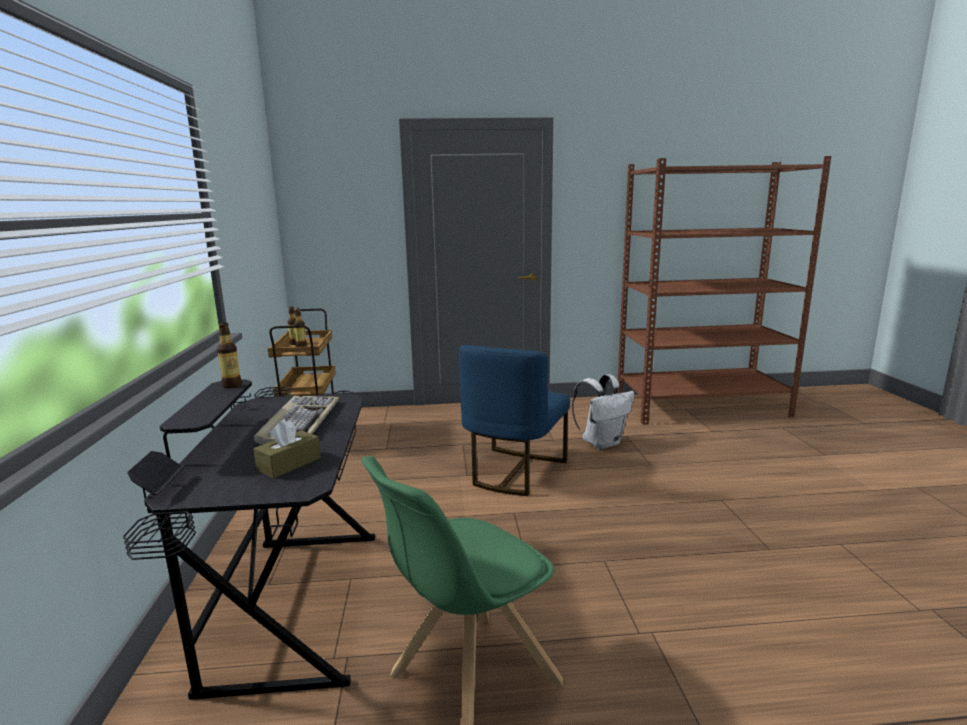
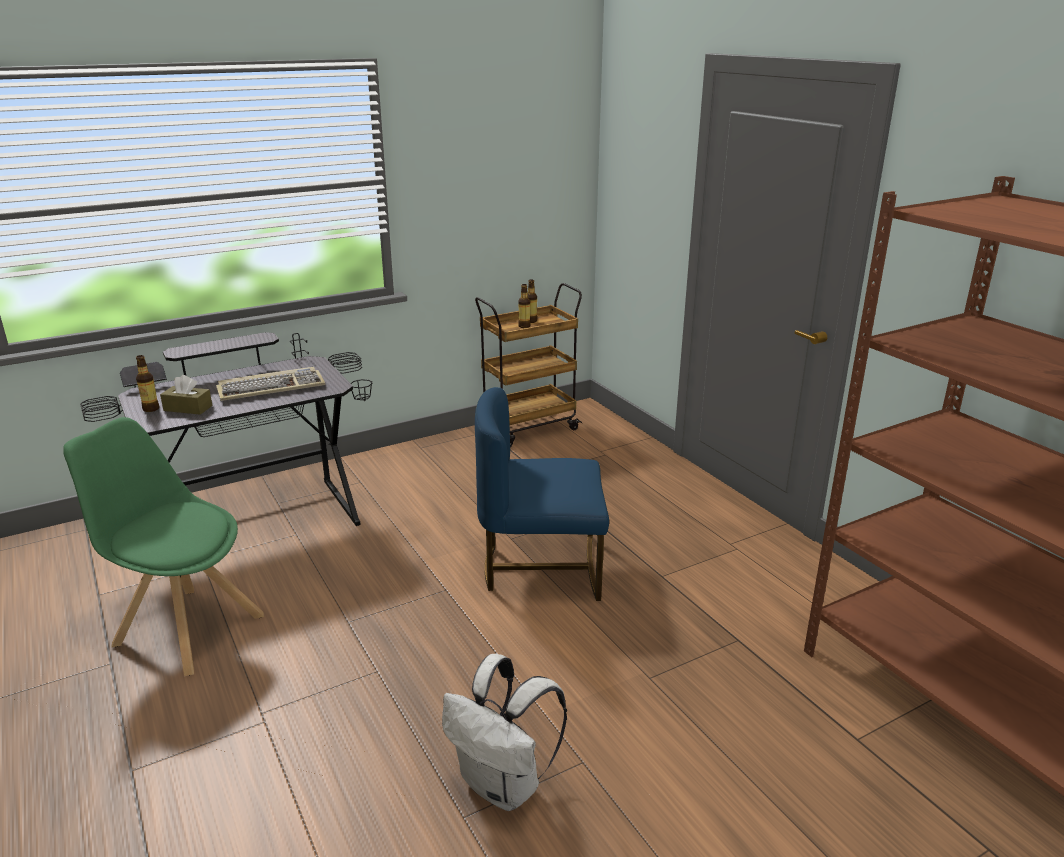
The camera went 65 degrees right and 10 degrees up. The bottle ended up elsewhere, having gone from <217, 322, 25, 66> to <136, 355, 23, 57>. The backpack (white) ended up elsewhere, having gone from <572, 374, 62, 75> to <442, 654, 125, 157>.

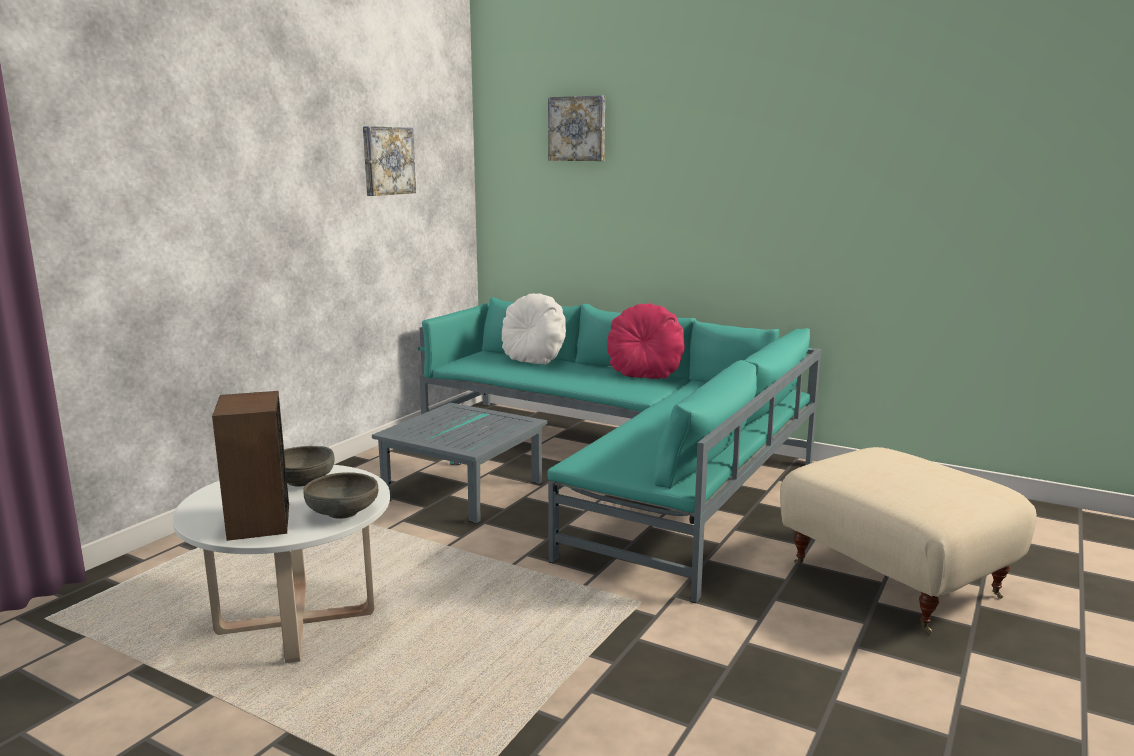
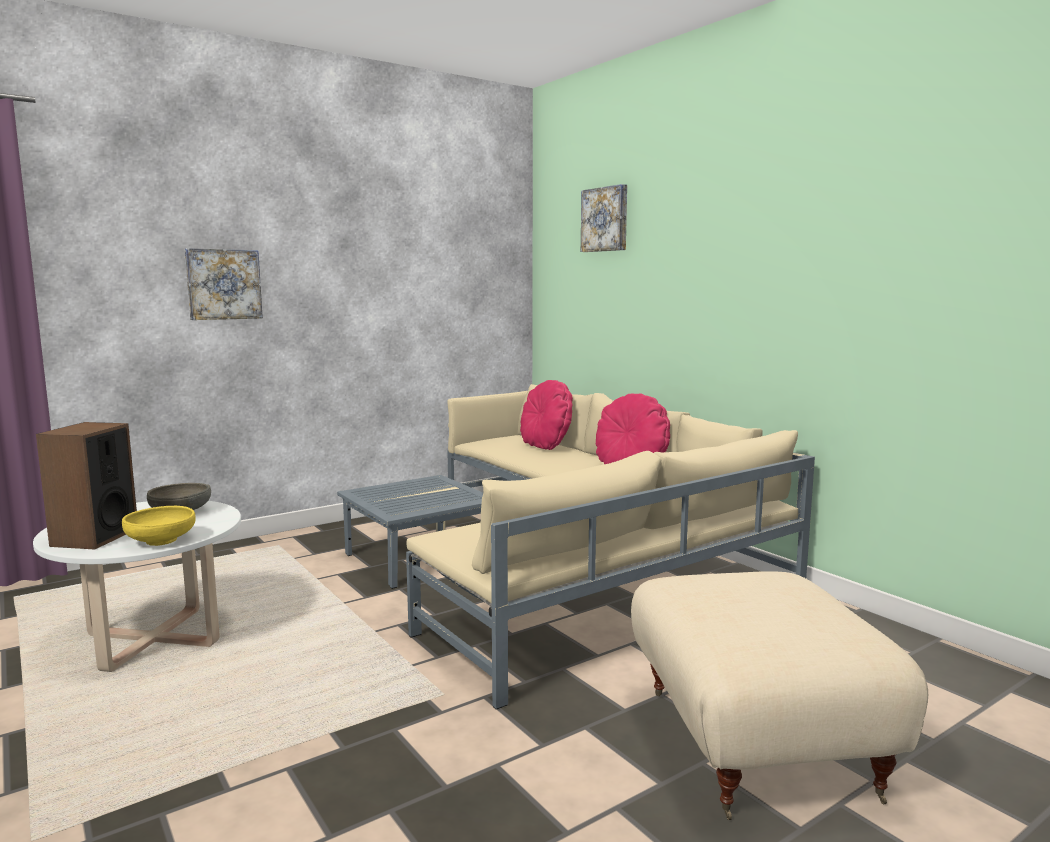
The camera went 25 degrees right and 5 degrees down. What was the bowl (grey) at <303, 472, 75, 47> turned into the bowl (yellow) at <122, 506, 73, 40>. The picture ended up elsewhere, having gone from <363, 126, 53, 70> to <185, 248, 78, 72>. What was the sofa (turquoise) at <372, 297, 449, 306> turned into the sofa (beige) at <337, 384, 478, 325>. What was the pillow (white) at <502, 293, 64, 71> turned into the pillow (pink) at <520, 380, 53, 70>.

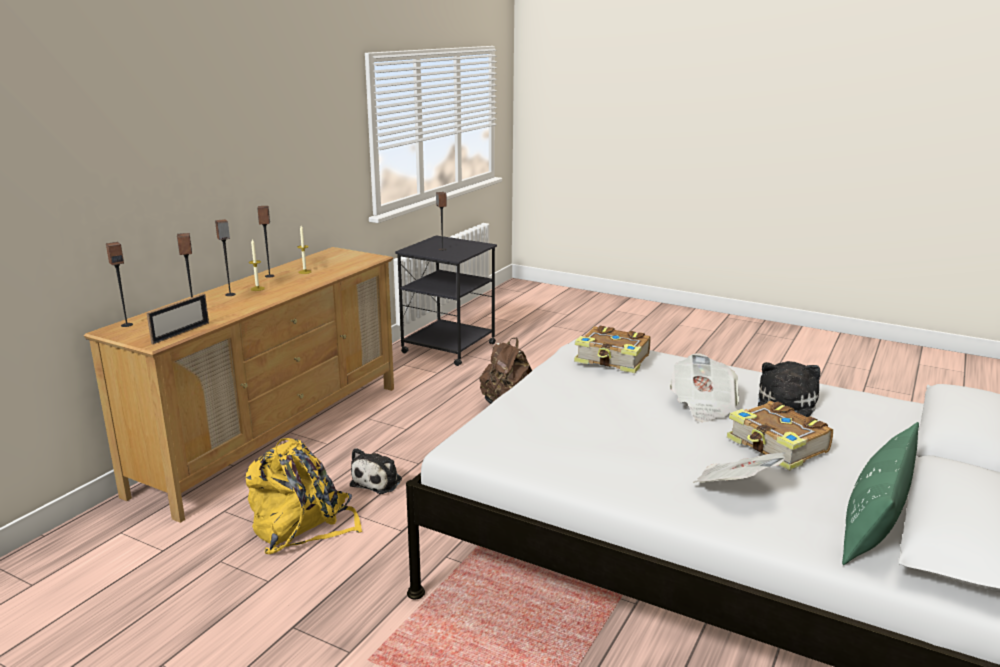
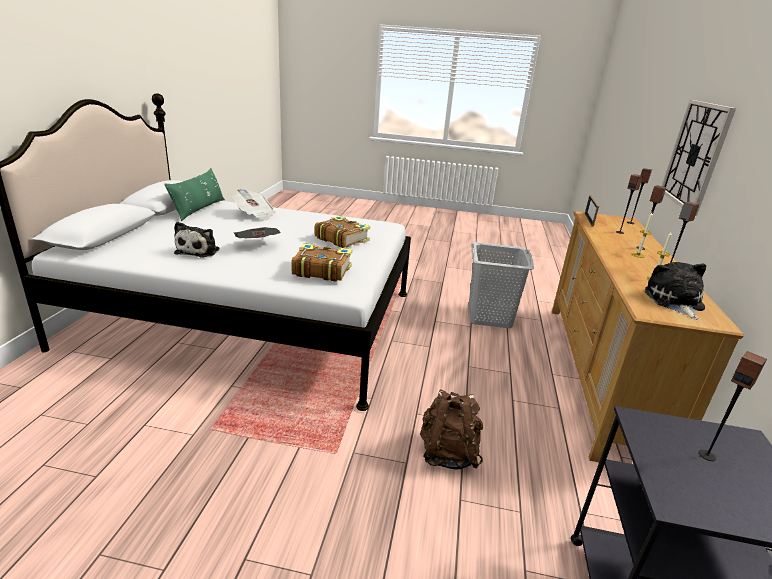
The camera went 160 degrees right and 5 degrees up. The book ended up elsewhere, having gone from <727, 401, 106, 70> to <314, 216, 56, 32>. Where the backpack (yellow) stood at <246, 438, 116, 116>, the laundry basket (grey) came to stand at <469, 242, 66, 86>. The plush toy ended up elsewhere, having gone from <350, 448, 52, 46> to <645, 262, 61, 58>. The second view gained the wall clock at <662, 100, 74, 116>.

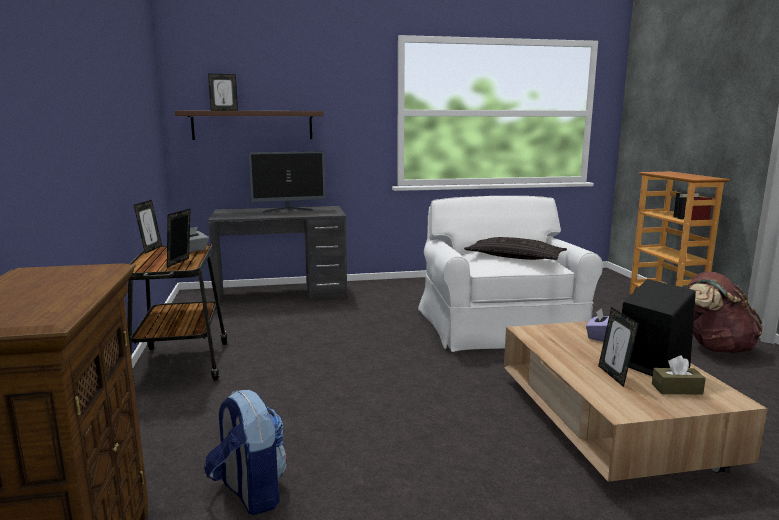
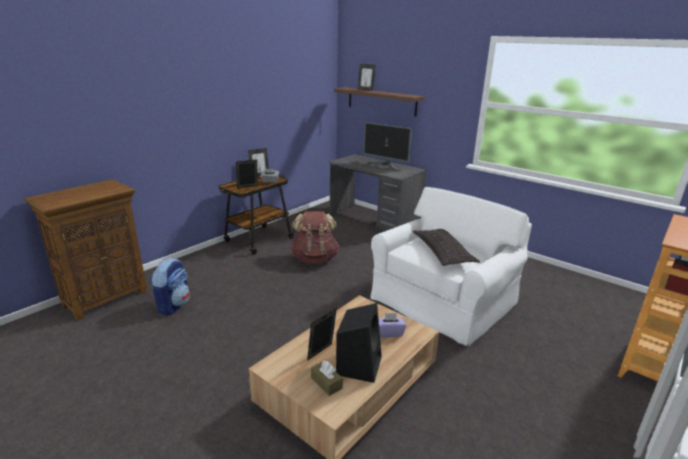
The camera went 50 degrees right and 10 degrees up. The backpack (brown) ended up elsewhere, having gone from <687, 271, 76, 82> to <290, 211, 49, 53>.

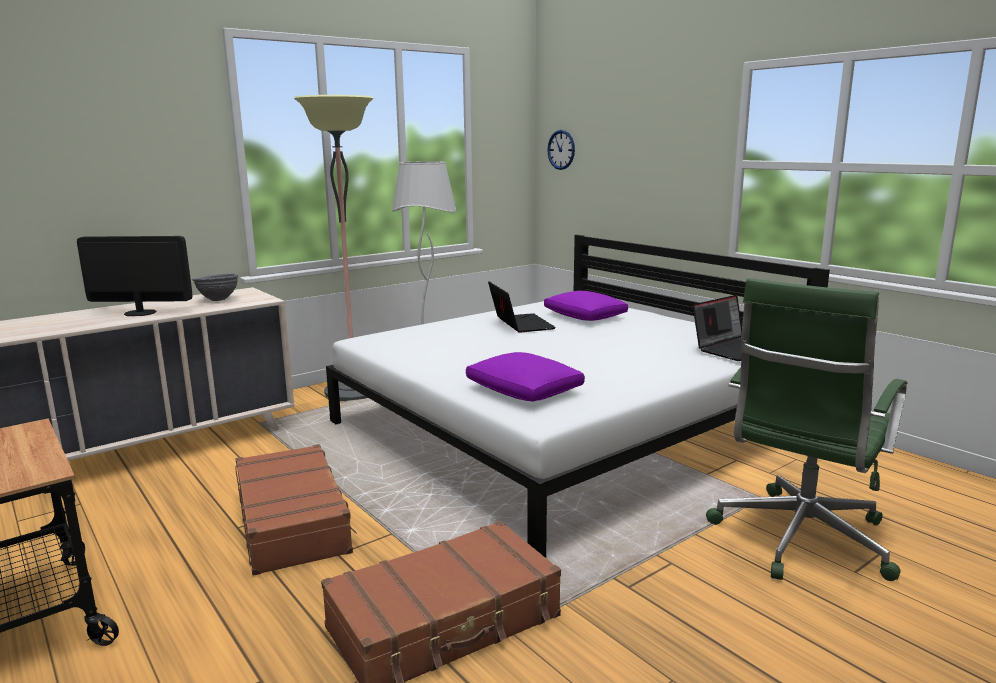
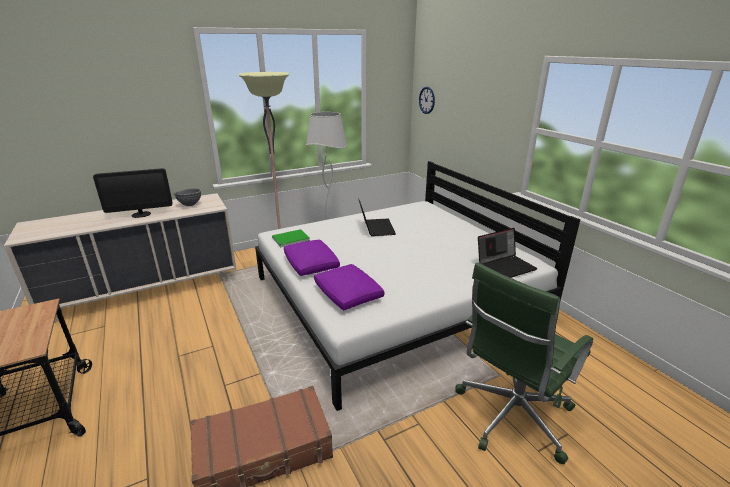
The camera went 10 degrees right and 10 degrees up. The monitor at <77, 236, 115, 80> ended up facing another way, 150 degrees clockwise from before. The second view gained the book (green) at <272, 229, 38, 18>. The pillow (purple) ended up elsewhere, having gone from <544, 291, 84, 30> to <284, 239, 56, 37>. The second view lost the suitcase (brown) at <236, 444, 121, 132>.

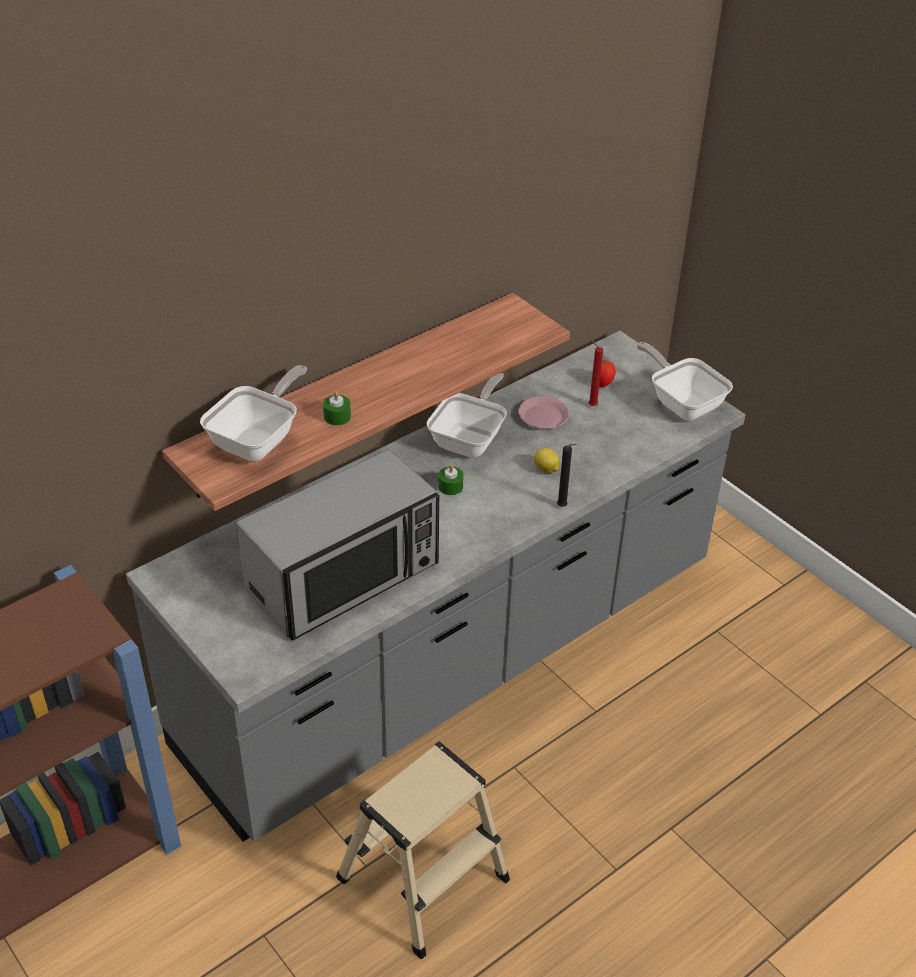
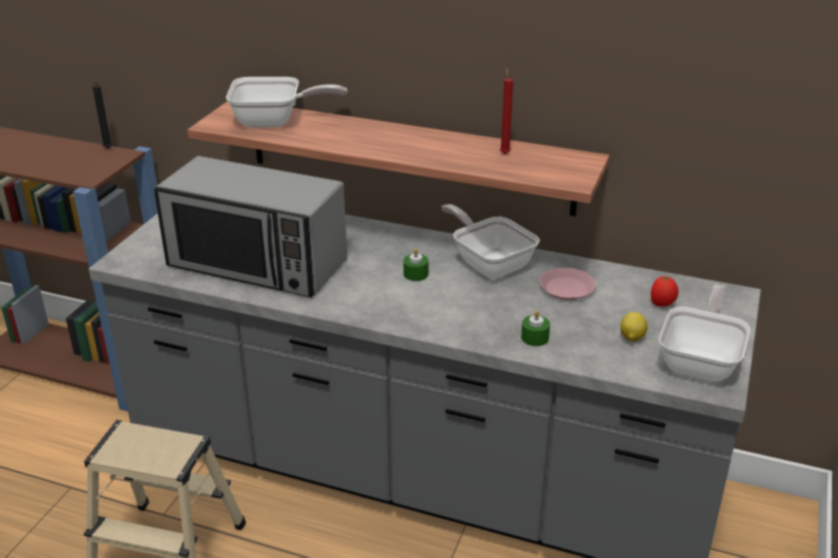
The camera went 60 degrees right and 10 degrees down. The candle (black) ended up elsewhere, having gone from <557, 444, 20, 63> to <93, 82, 19, 66>. The frying pan at <427, 373, 80, 85> ended up facing another way, 120 degrees counterclockwise from before. The candle (red) ended up elsewhere, having gone from <588, 341, 15, 65> to <500, 68, 13, 86>. The candle (green) ended up elsewhere, having gone from <323, 391, 28, 34> to <521, 310, 29, 36>. The lemon ended up elsewhere, having gone from <534, 448, 26, 25> to <620, 312, 28, 29>.

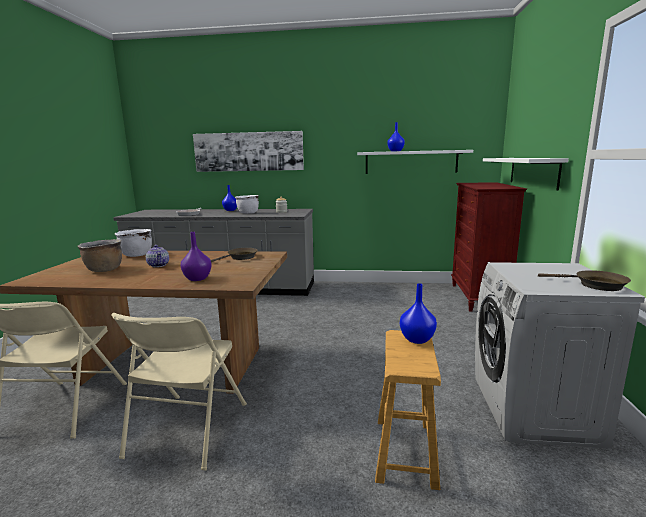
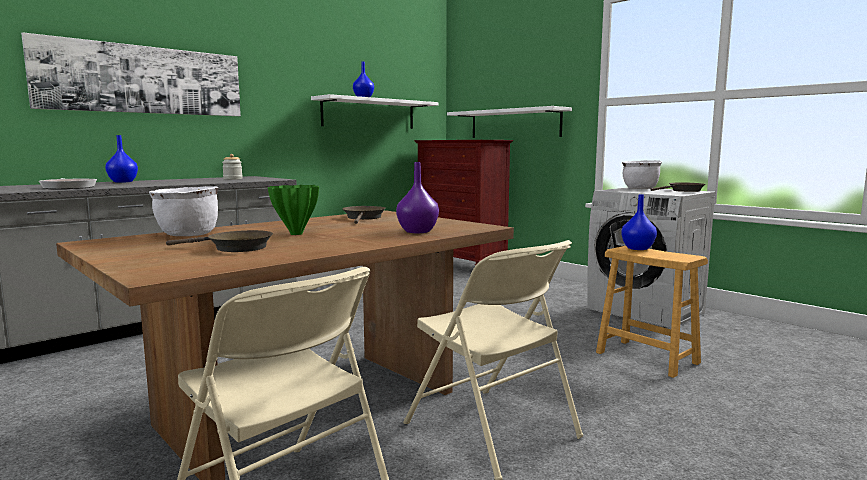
The camera went 50 degrees left and 5 degrees down. Where the cooking pot (brown) stood at <77, 239, 45, 33>, the frying pan (brown) came to stand at <166, 230, 107, 22>. Where the teapot stood at <146, 245, 23, 22>, the vase (green) came to stand at <268, 185, 51, 50>. The cooking pot (white) ended up elsewhere, having gone from <235, 195, 24, 19> to <622, 160, 40, 29>.

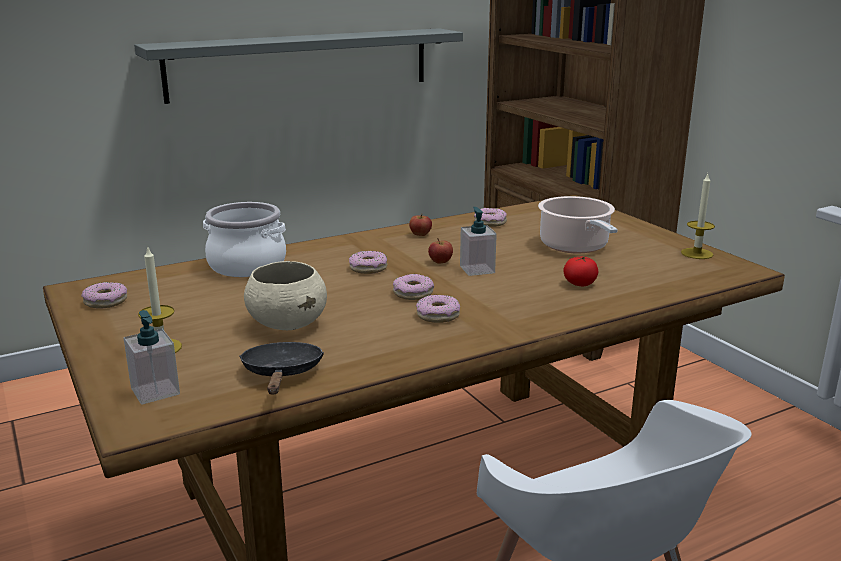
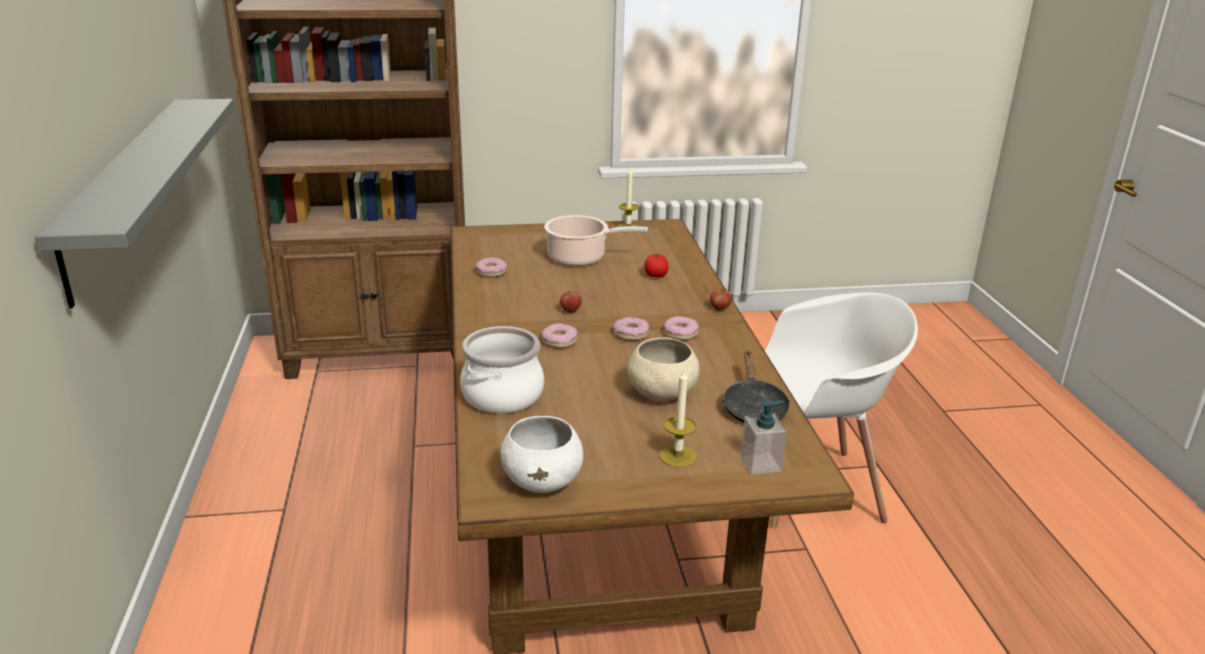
The camera went 70 degrees left and 5 degrees up. Where the donut stood at <81, 282, 46, 26>, the bowl (white) came to stand at <501, 416, 82, 77>. The apple ended up elsewhere, having gone from <409, 214, 23, 22> to <710, 288, 22, 22>. The frying pan (black) at <239, 342, 85, 53> ended up facing another way, 105 degrees counterclockwise from before. The second view lost the soap dispenser at <460, 207, 37, 69>.

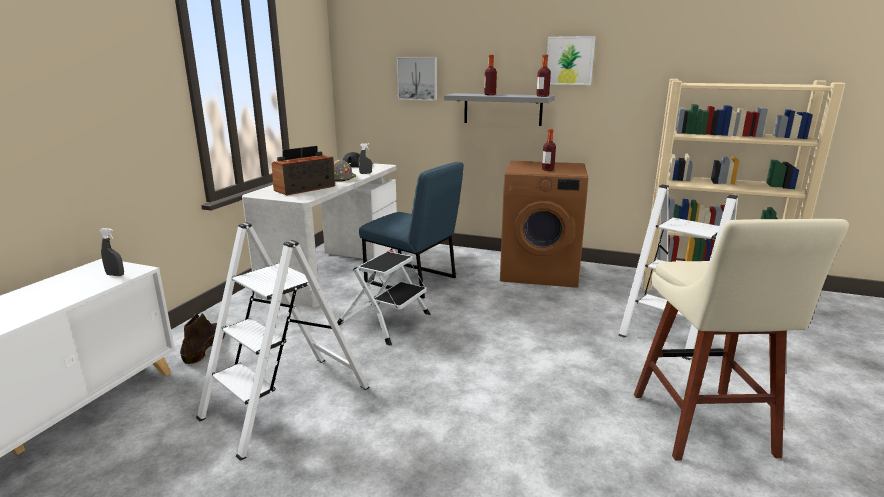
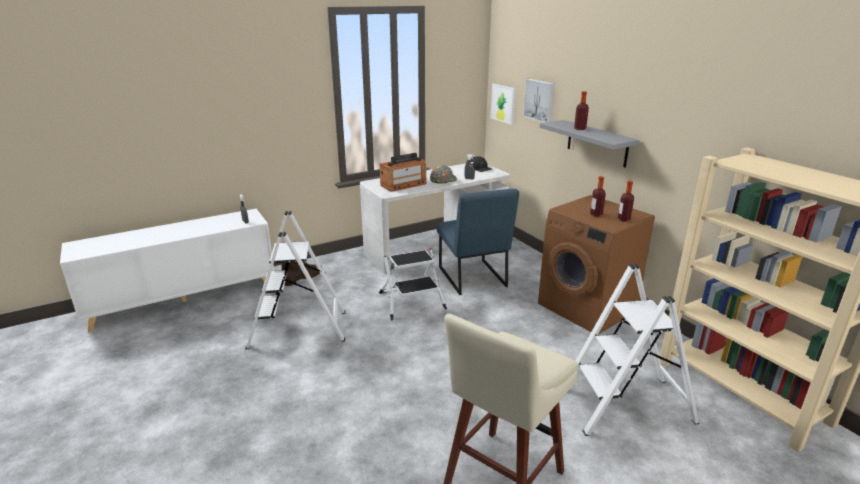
The camera went 40 degrees right and 5 degrees up. The radio at <272, 146, 63, 49> ended up facing another way, 150 degrees clockwise from before. The picture ended up elsewhere, having gone from <547, 36, 48, 49> to <491, 84, 24, 40>. The bottle ended up elsewhere, having gone from <536, 55, 15, 42> to <618, 180, 16, 42>.

